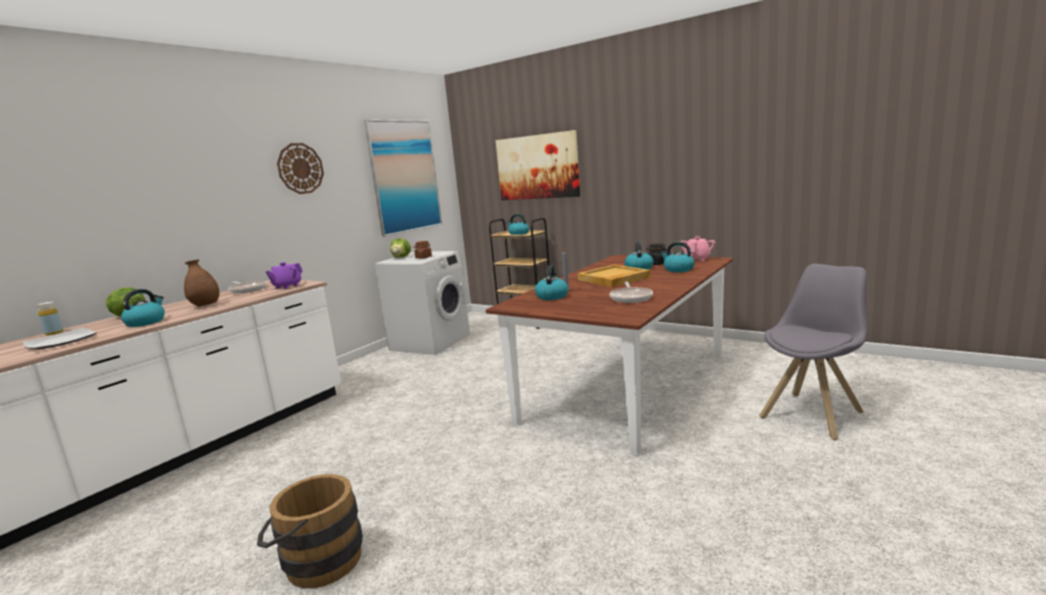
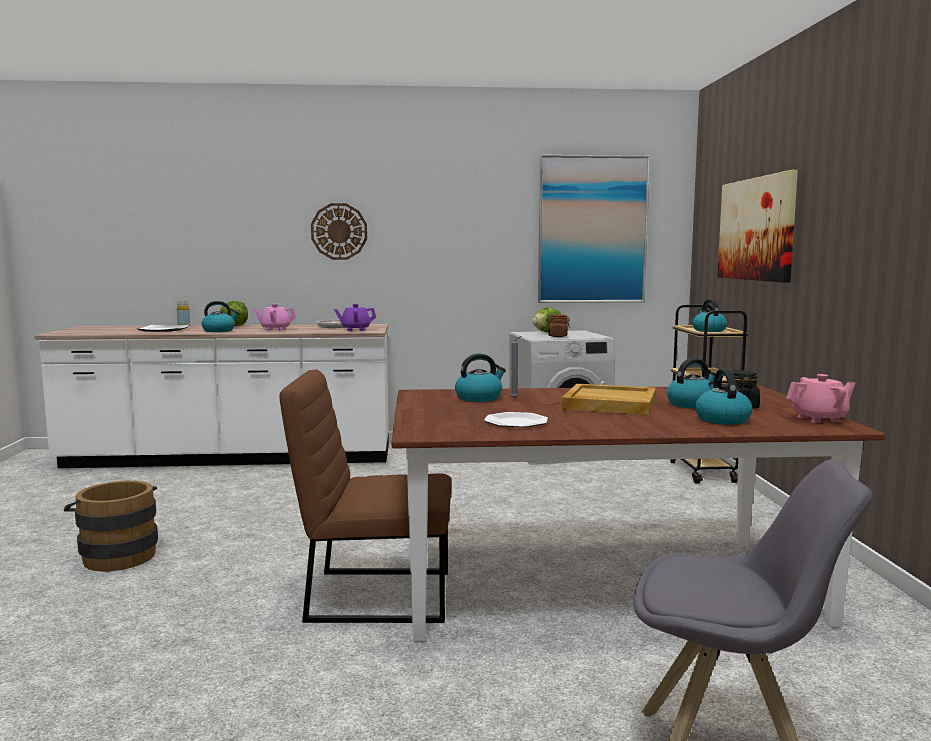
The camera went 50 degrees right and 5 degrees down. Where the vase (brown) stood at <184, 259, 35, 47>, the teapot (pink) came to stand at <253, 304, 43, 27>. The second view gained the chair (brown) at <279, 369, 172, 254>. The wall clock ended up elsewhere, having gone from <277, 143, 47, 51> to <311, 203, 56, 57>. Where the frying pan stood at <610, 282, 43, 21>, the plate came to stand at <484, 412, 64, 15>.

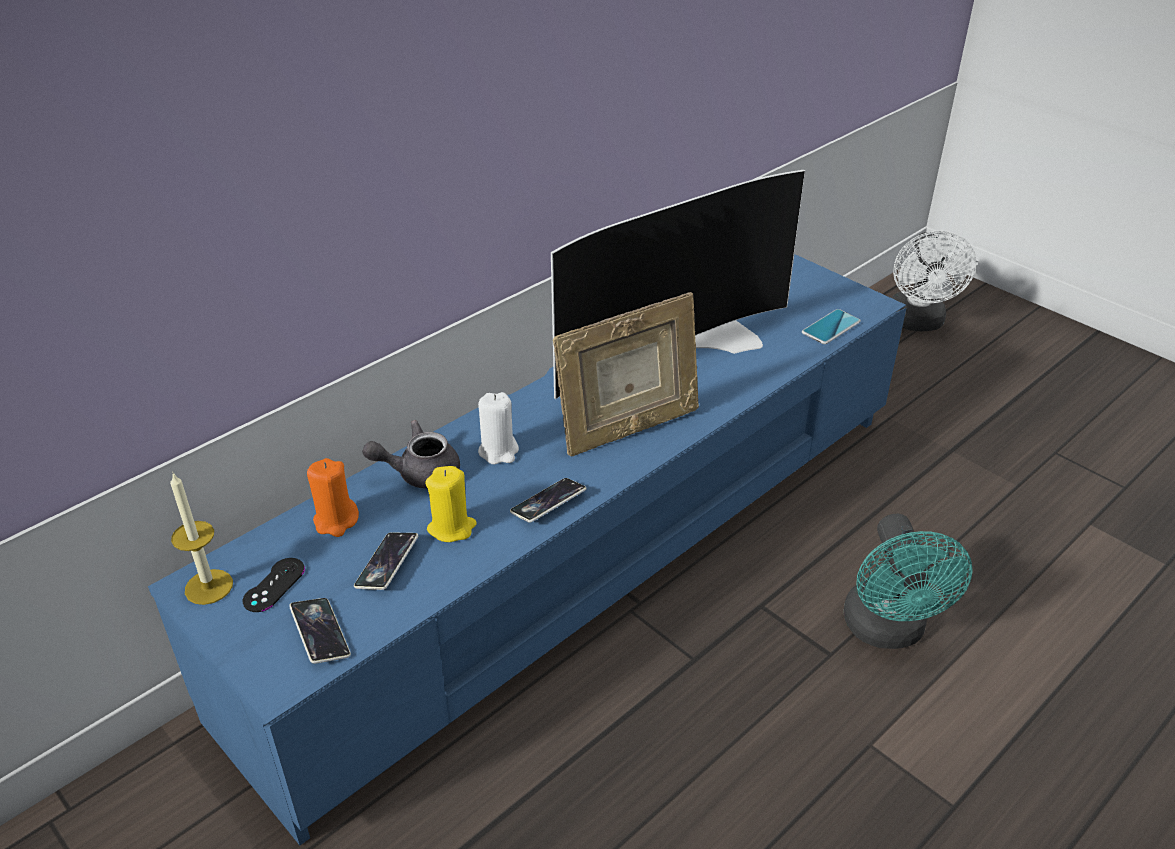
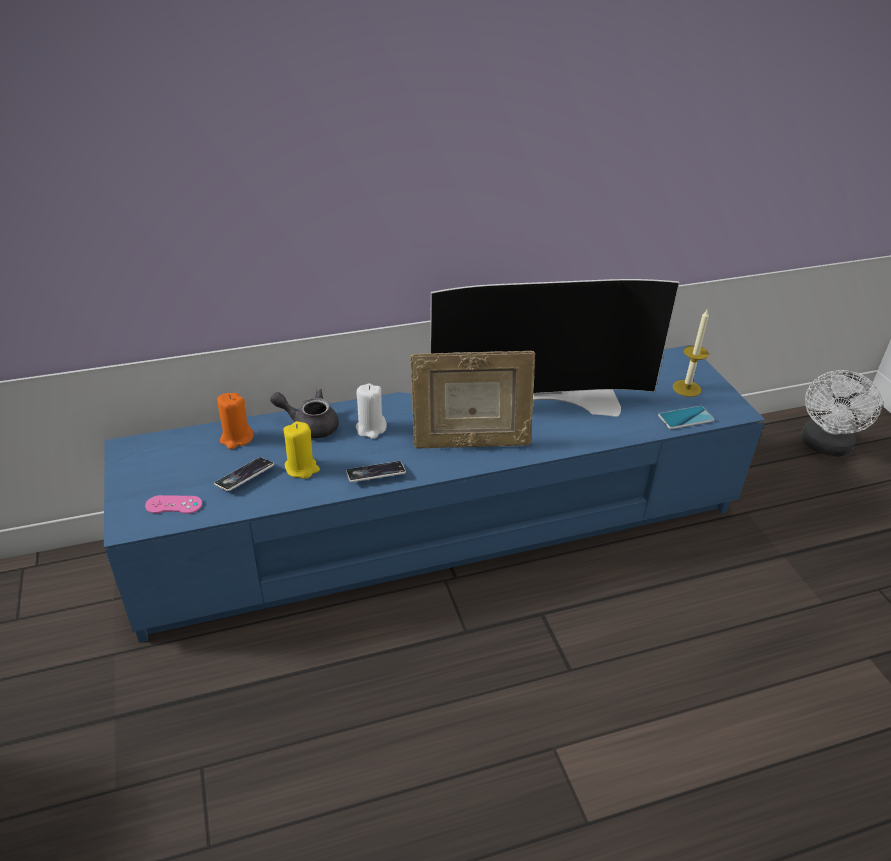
The camera went 25 degrees right and 0 degrees up. Where the phone stood at <289, 598, 62, 66>, the game controller (pink) came to stand at <145, 495, 57, 19>. The candle ended up elsewhere, having gone from <170, 473, 63, 132> to <673, 310, 36, 87>. The second view lost the game controller (black) at <243, 558, 62, 54>. The second view lost the fan (turquoise) at <844, 514, 129, 135>.

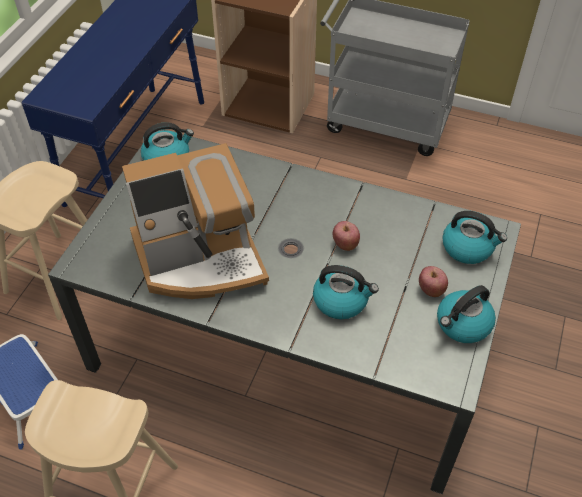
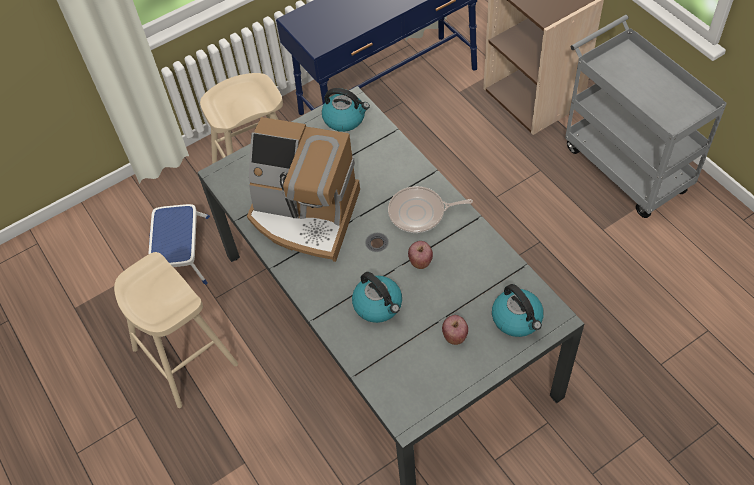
The camera went 40 degrees right and 5 degrees up. The second view gained the frying pan at <388, 186, 85, 47>. The second view lost the kettle at <437, 285, 59, 58>.

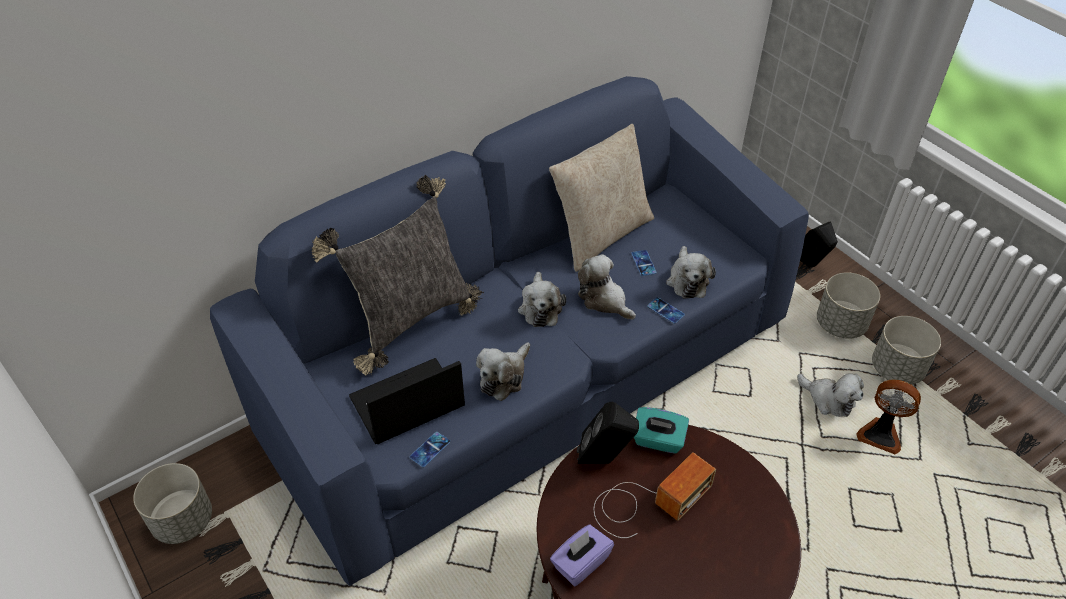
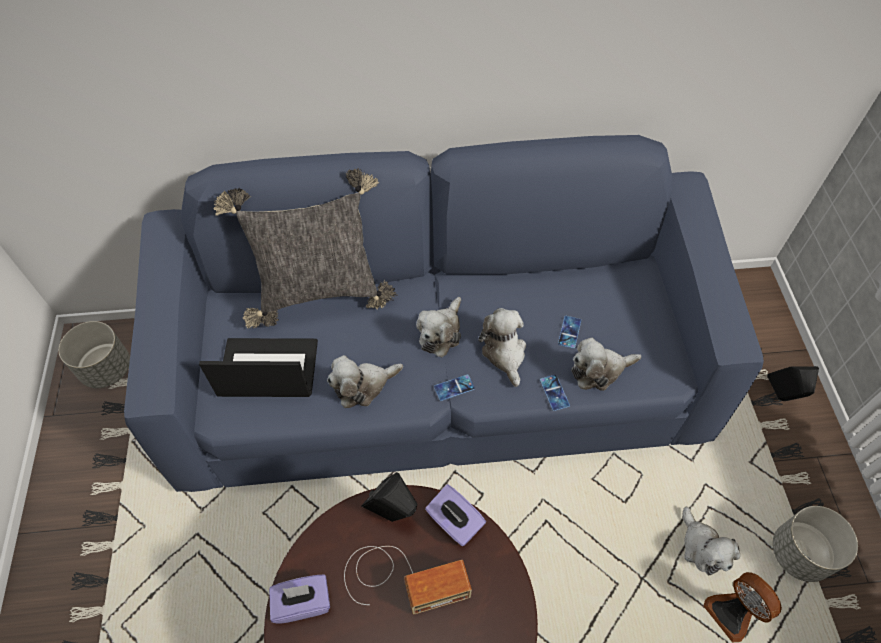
The camera went 30 degrees right and 10 degrees up. What was the tissue box (turquoise) at <633, 407, 56, 47> turned into the tissue box (purple) at <425, 484, 61, 62>. The phone ended up elsewhere, having gone from <410, 432, 40, 35> to <434, 374, 41, 27>. The plush toy at <666, 246, 50, 52> ended up facing another way, 45 degrees clockwise from before. The second view lost the pillow (beige) at <549, 124, 105, 148>. The second view lost the planter (grey) at <817, 272, 63, 67>.

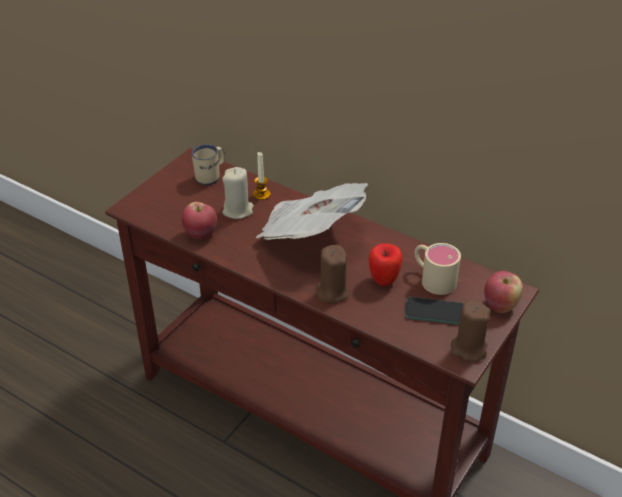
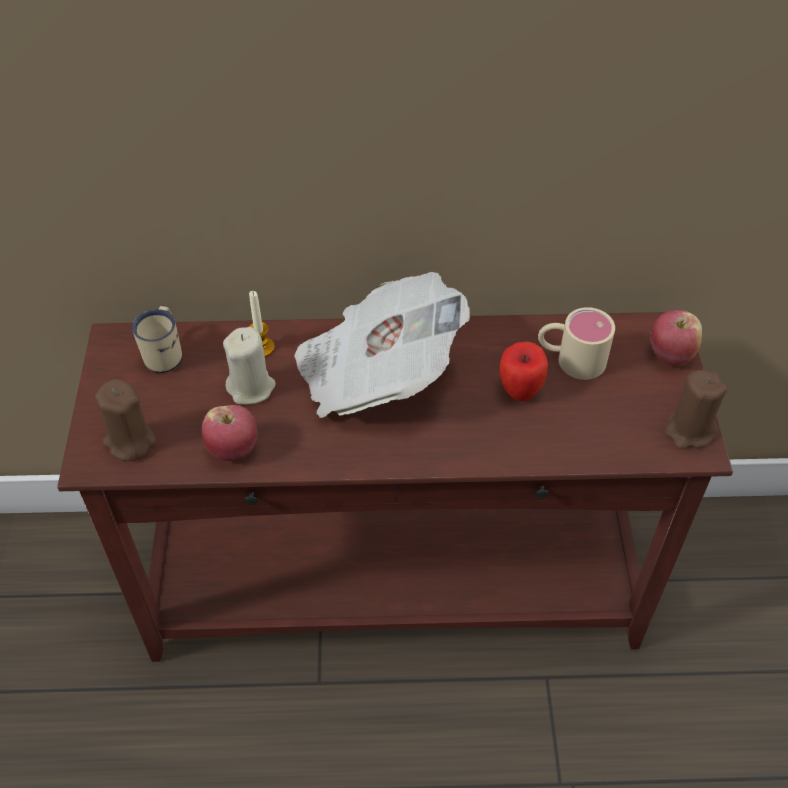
The camera went 35 degrees left and 10 degrees up. The candle (brown) ended up elsewhere, having gone from <316, 245, 32, 59> to <95, 379, 61, 82>. The second view lost the phone at <405, 297, 59, 28>.

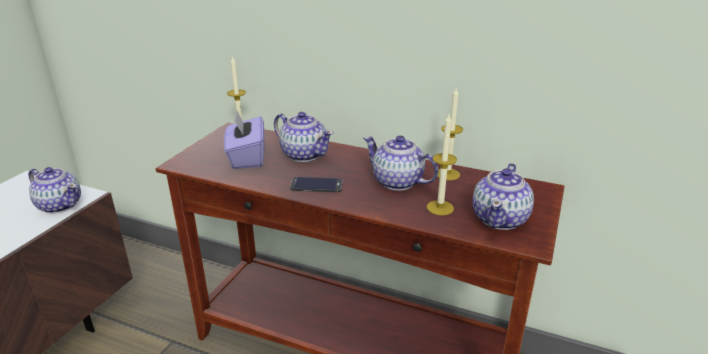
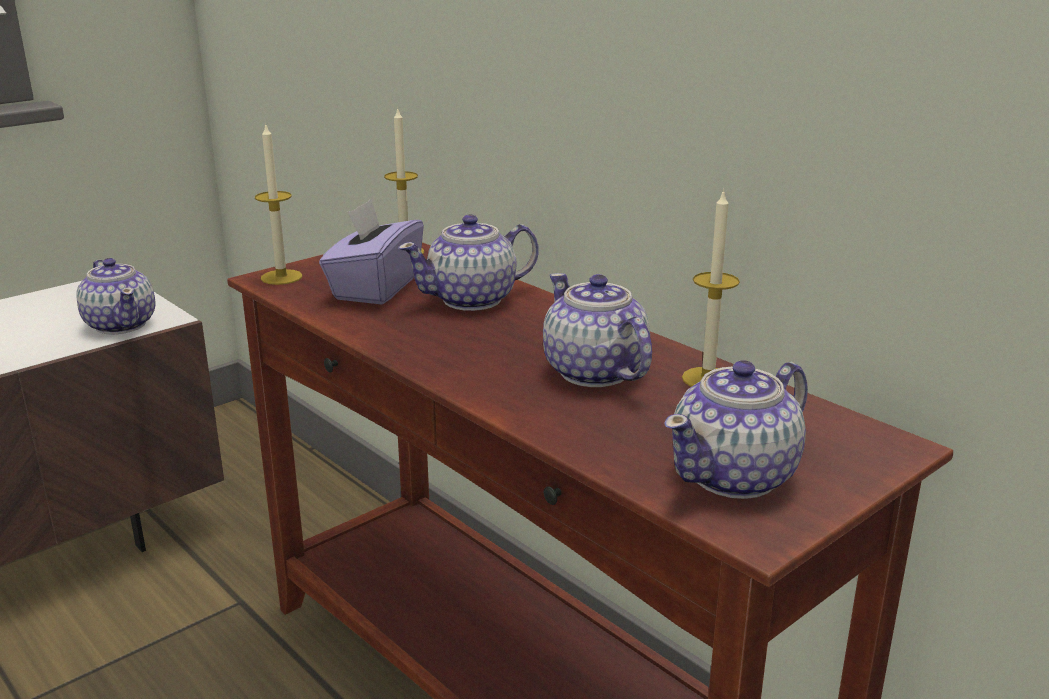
The camera went 25 degrees right and 5 degrees down. The candle ended up elsewhere, having gone from <427, 115, 30, 101> to <255, 123, 47, 162>. The teapot at <274, 112, 60, 50> ended up facing another way, 90 degrees clockwise from before. The second view lost the phone at <290, 177, 53, 15>.

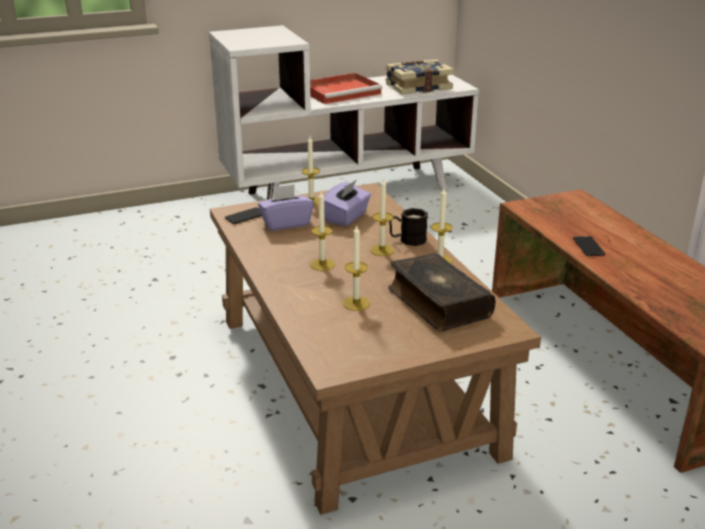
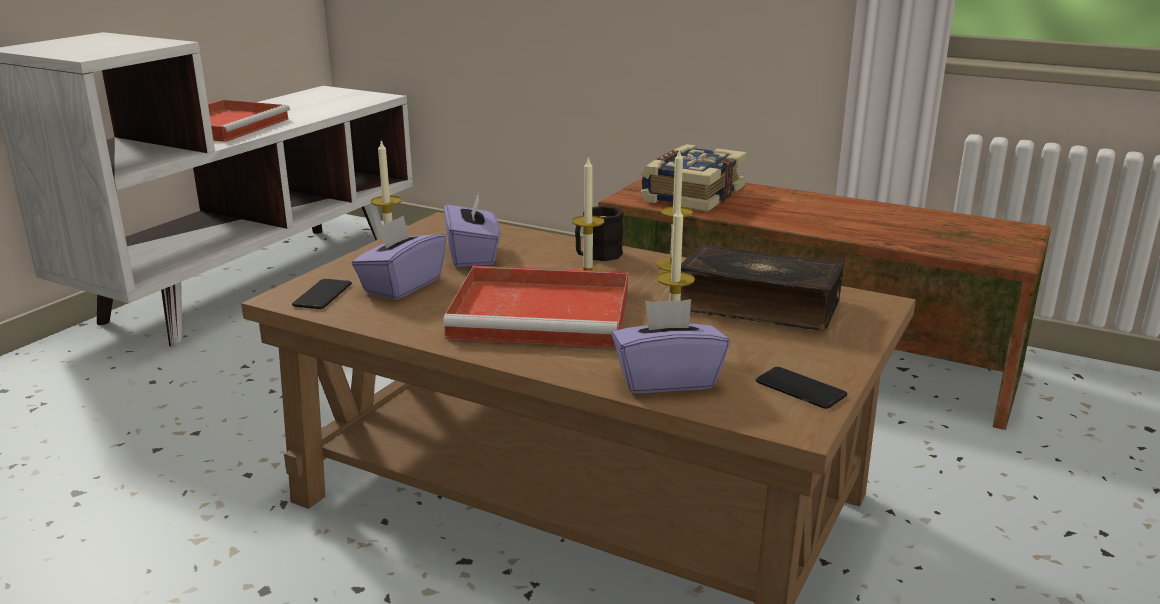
The camera went 40 degrees left and 5 degrees down. Where the candle stood at <310, 191, 25, 80>, the tray (red) came to stand at <443, 266, 185, 82>. The second view gained the tissue box (purple) at <612, 299, 117, 94>. The book ended up elsewhere, having gone from <385, 59, 69, 36> to <640, 144, 108, 68>. The phone ended up elsewhere, having gone from <573, 236, 32, 20> to <756, 367, 91, 42>.

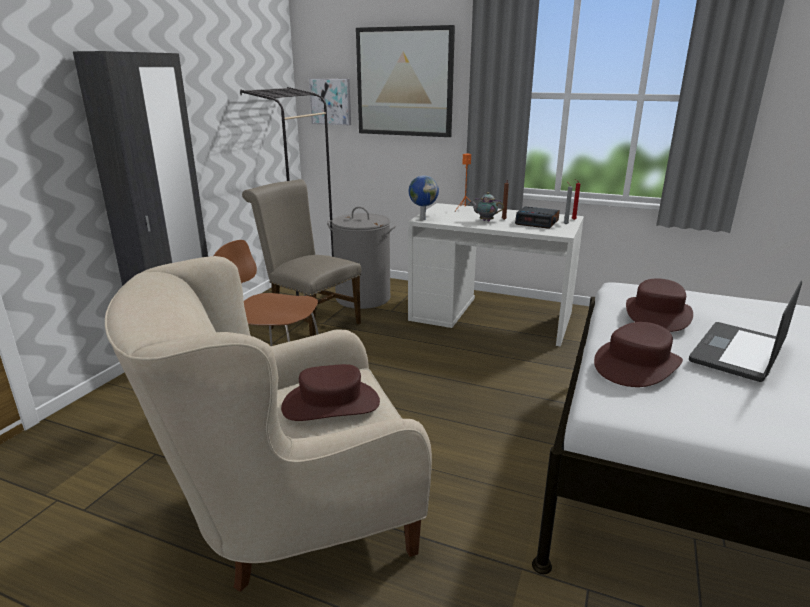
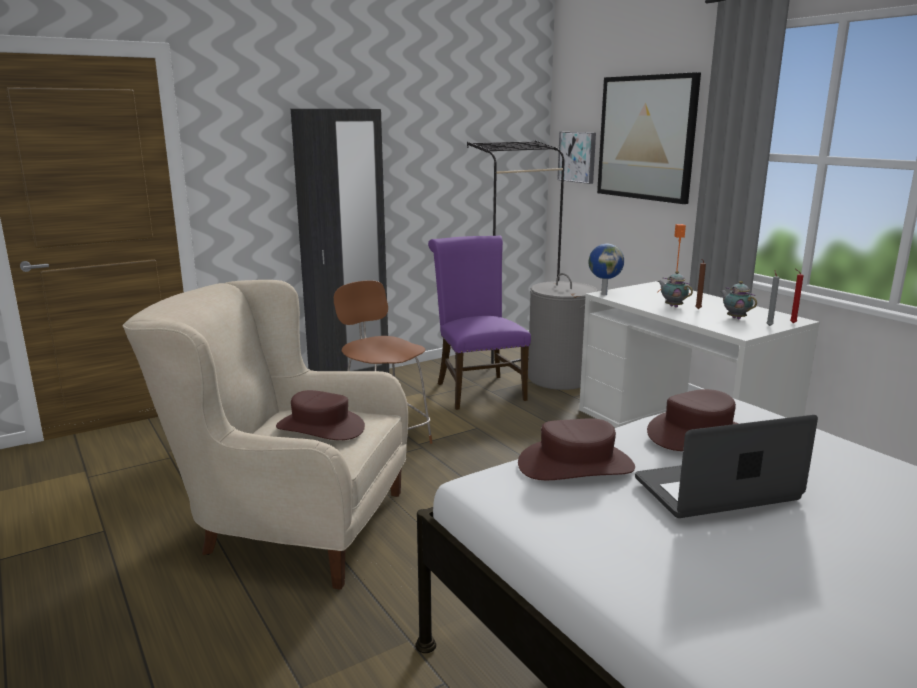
The camera went 35 degrees right and 5 degrees down. What was the chair (beige) at <242, 179, 119, 157> turned into the chair (purple) at <428, 236, 103, 174>. Where the alarm clock stood at <515, 206, 45, 23>, the teapot came to stand at <720, 281, 37, 39>.

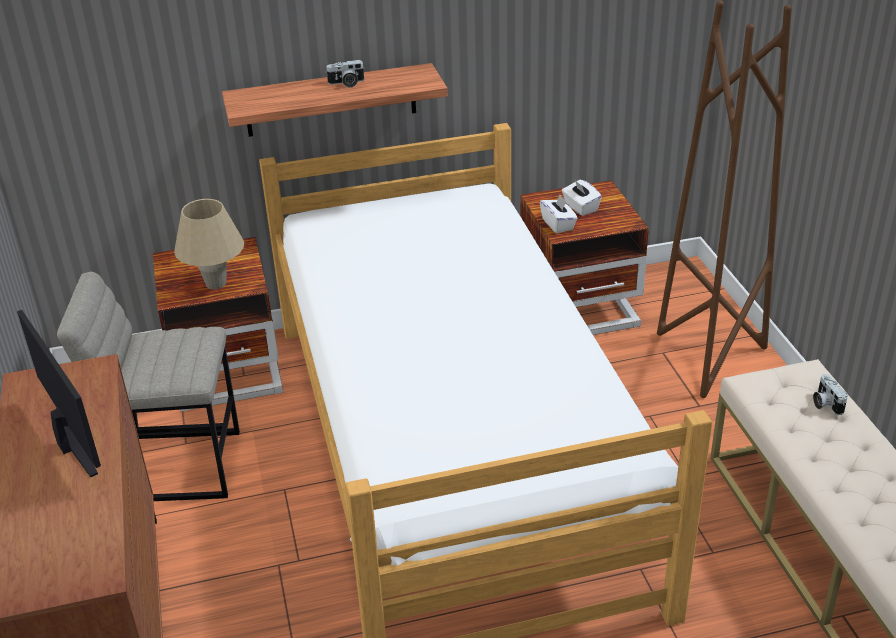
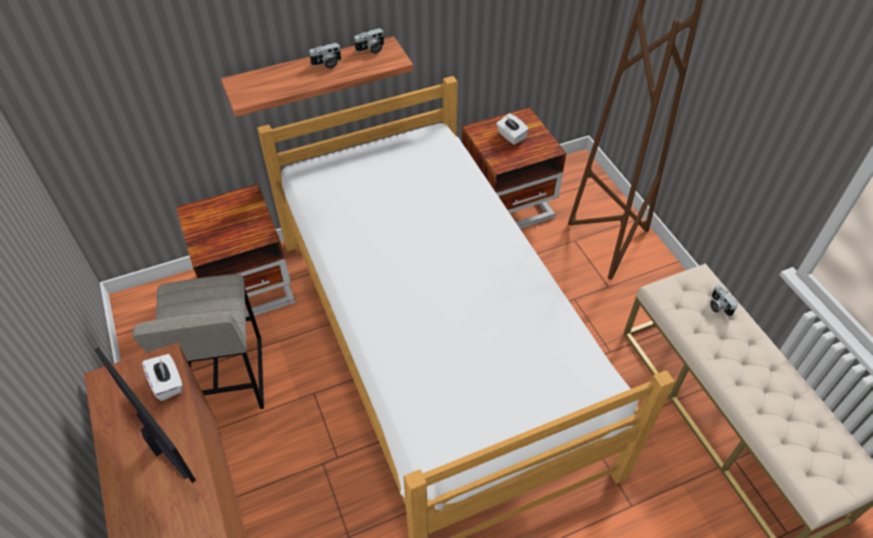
The camera went 10 degrees left and 15 degrees up. The chair (grey) at <57, 271, 183, 230> ended up facing another way, 90 degrees counterclockwise from before. The tissue box (white) ended up elsewhere, having gone from <540, 194, 38, 39> to <142, 354, 41, 47>. The second view gained the photo camera at <354, 28, 30, 26>. The second view lost the table lamp (beige) at <174, 199, 70, 91>.

